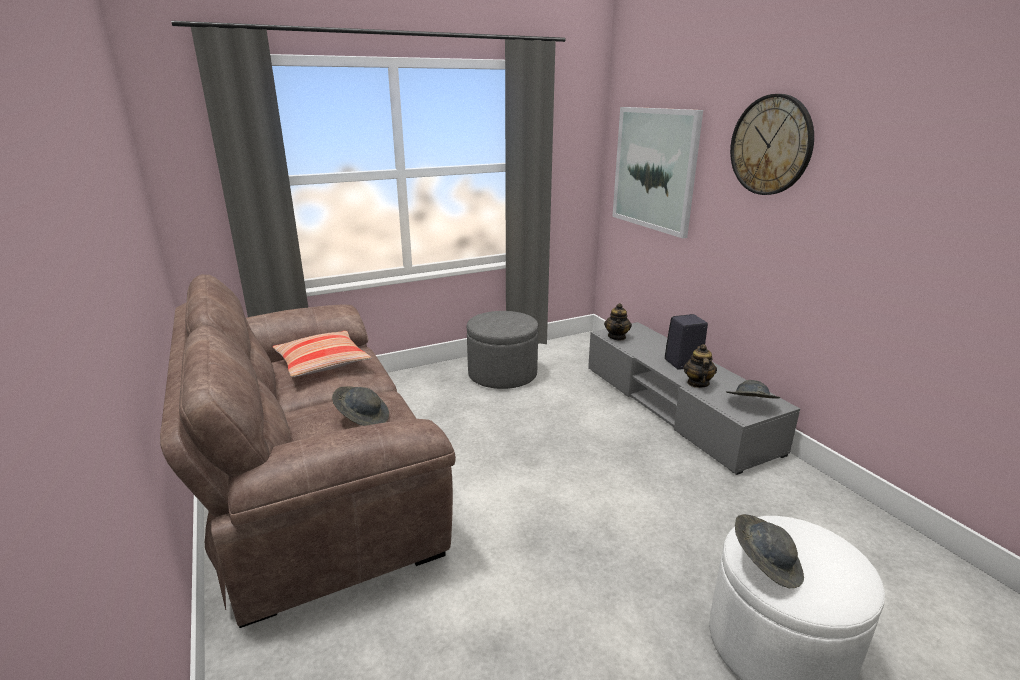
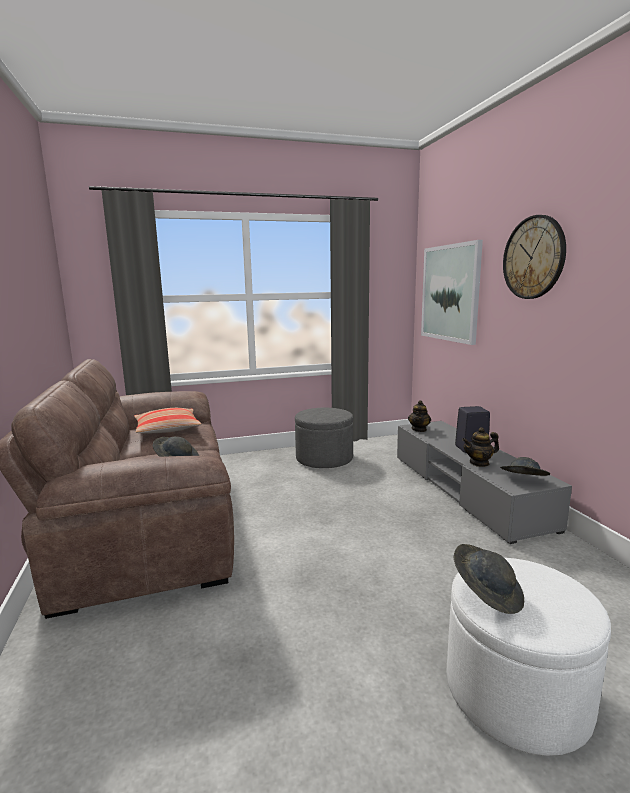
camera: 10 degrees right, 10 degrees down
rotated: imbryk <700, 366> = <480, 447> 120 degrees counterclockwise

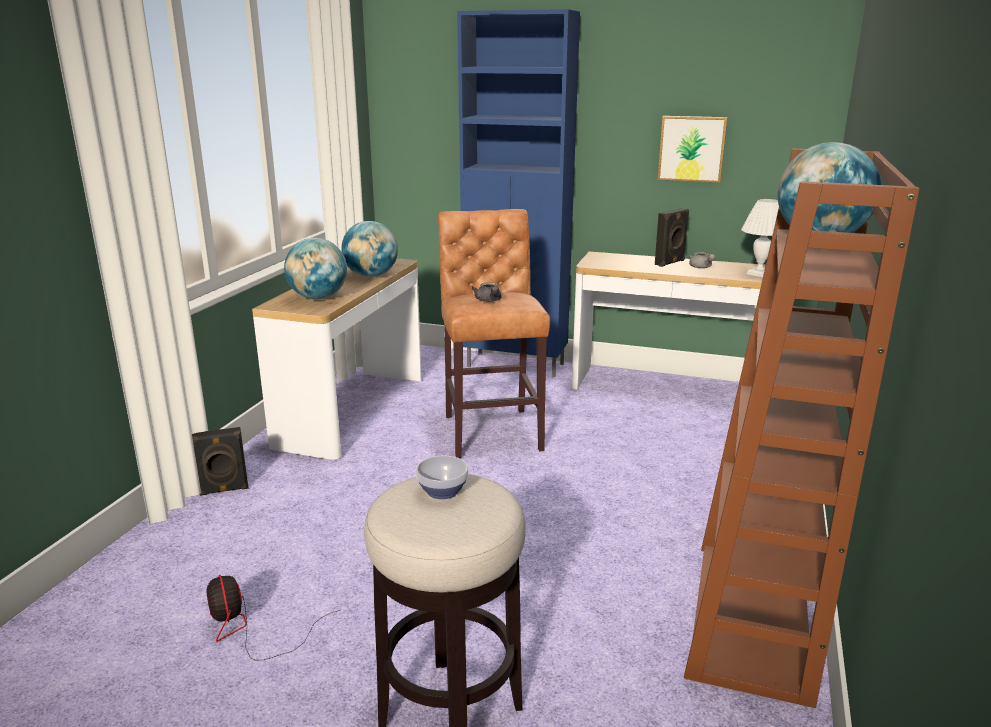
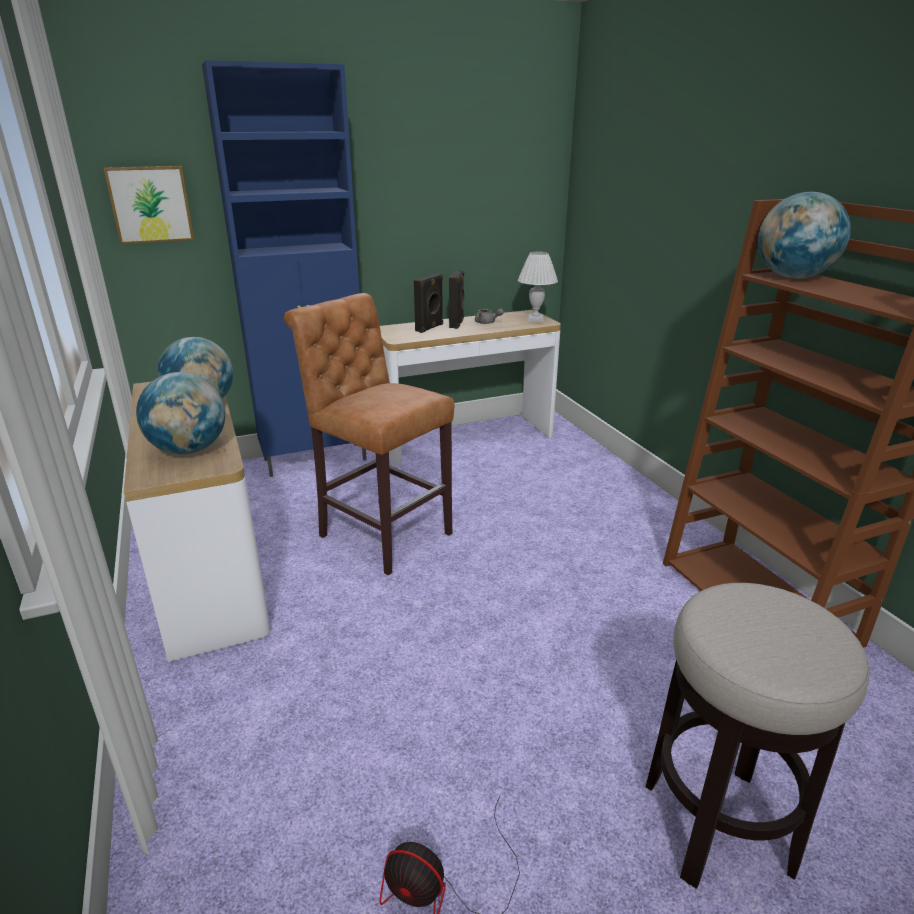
camera: 40 degrees left, 5 degrees up
gone: miska <442, 477>; imbryk/szary <487, 292>
shifted: głośnik/czarny <220, 461> to <428, 303>; obraz <693, 149> to <149, 205>

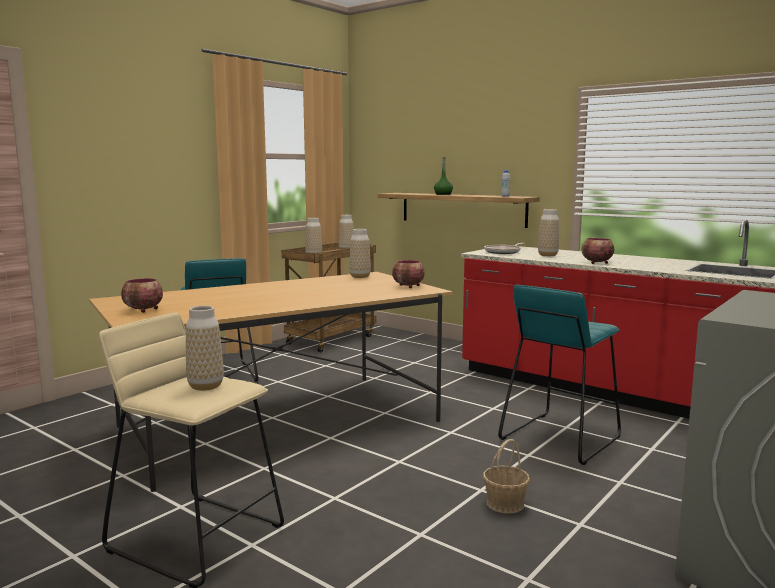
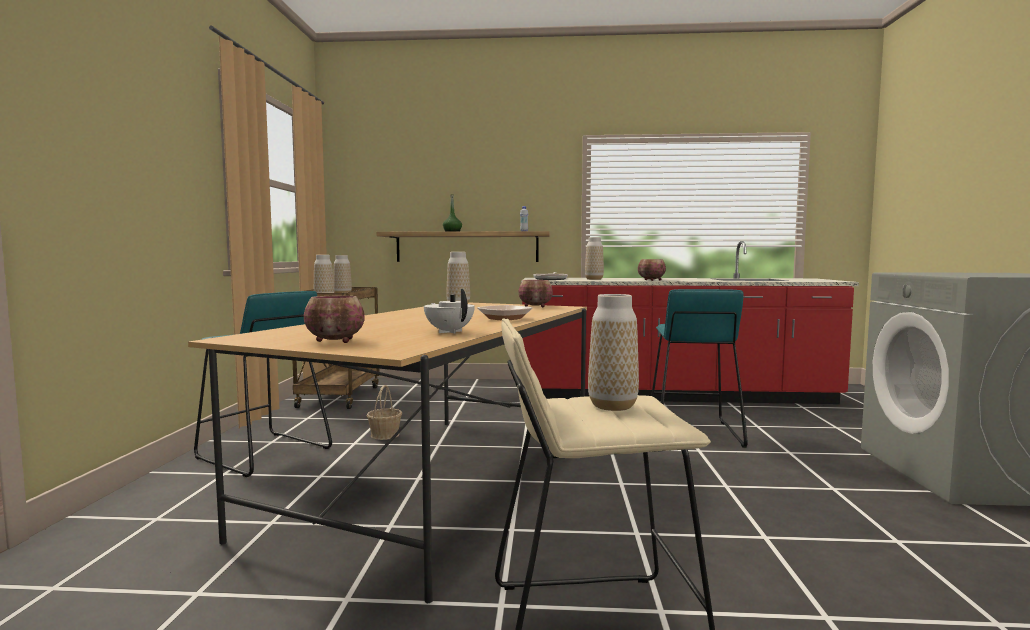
camera: 35 degrees left, 5 degrees down
new: imbryk/biały <449, 311>; miska <504, 313>
shifted: koszyk <506, 476> to <384, 412>

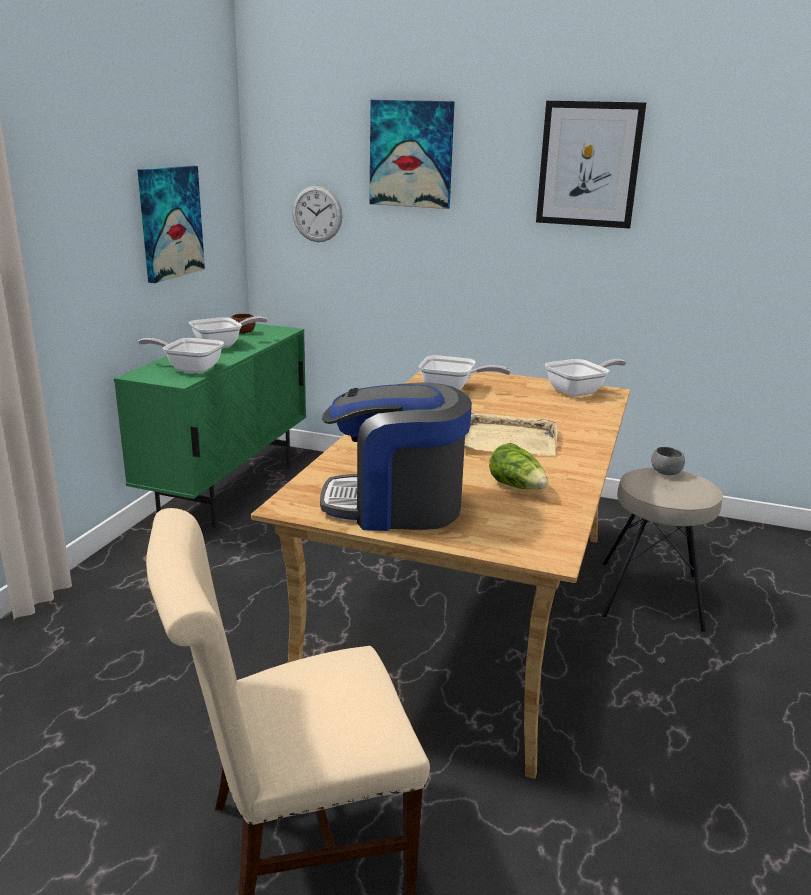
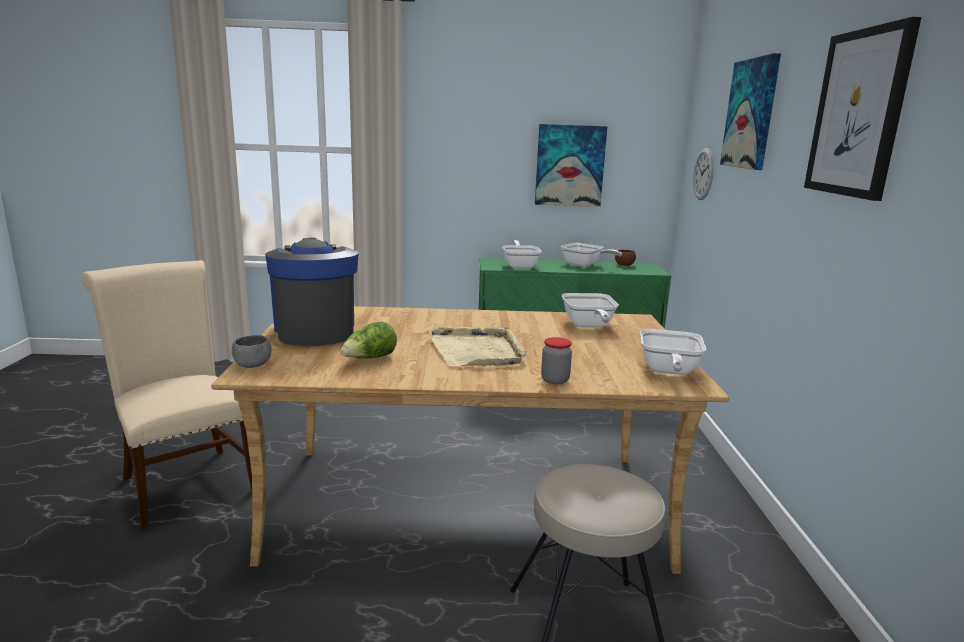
camera: 70 degrees right, 5 degrees down
new: słoik <556, 361>
shifted: miska/szary <668, 461> to <252, 351>
rotated: patelnia <586, 378> = <673, 352> 60 degrees clockwise

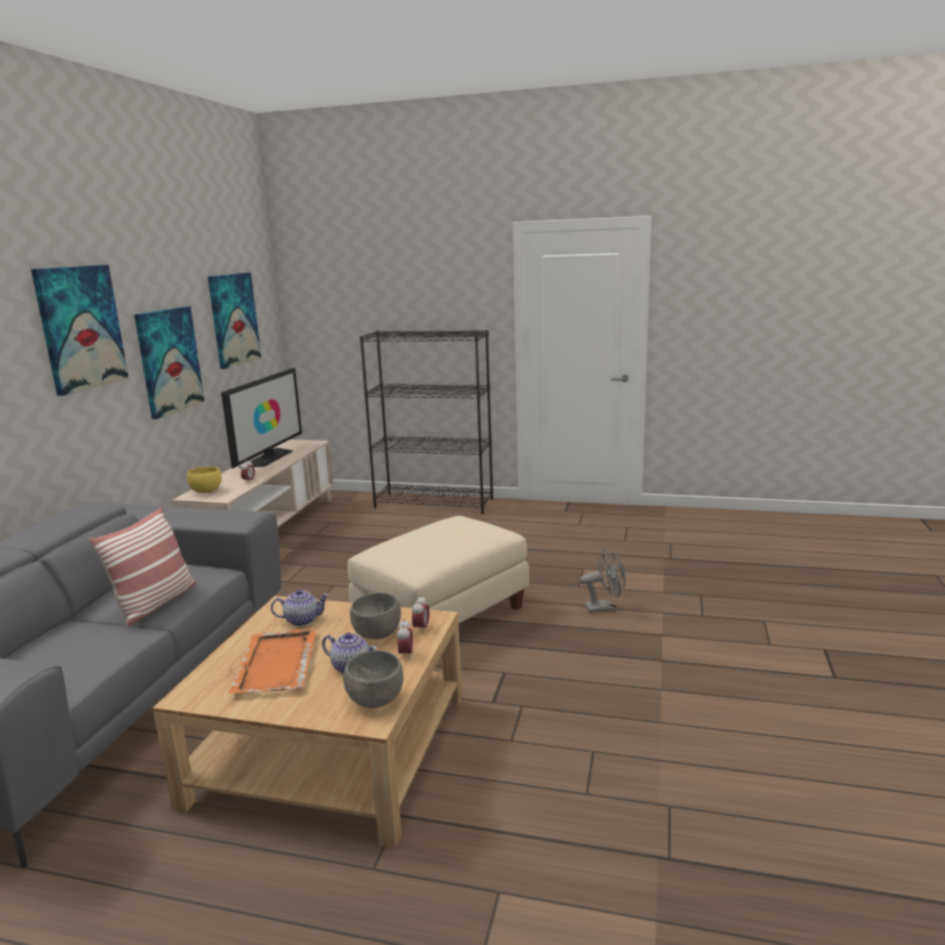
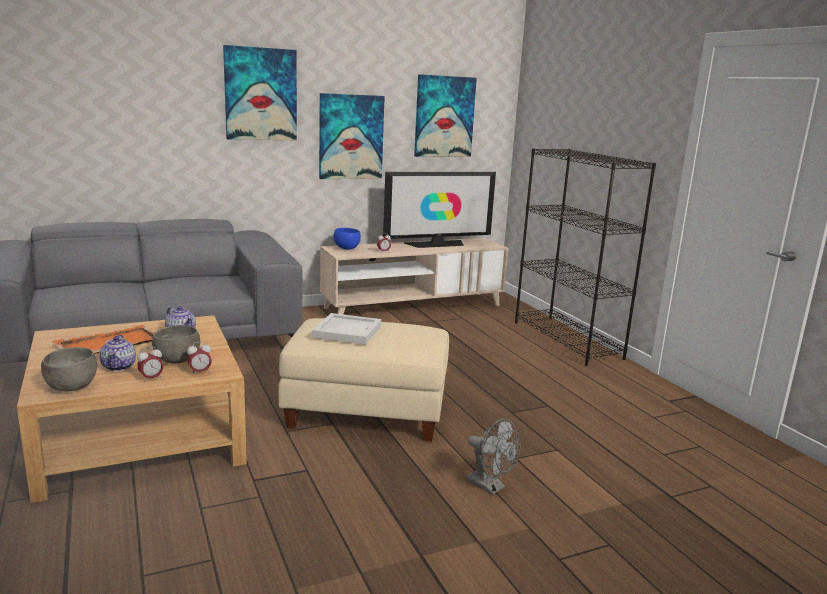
camera: 50 degrees right, 0 degrees up
gone: poduszka <142, 567>
new: taca/biały <346, 329>
repainted: miska/żółty <204, 480> to miska/niebieski <347, 239>

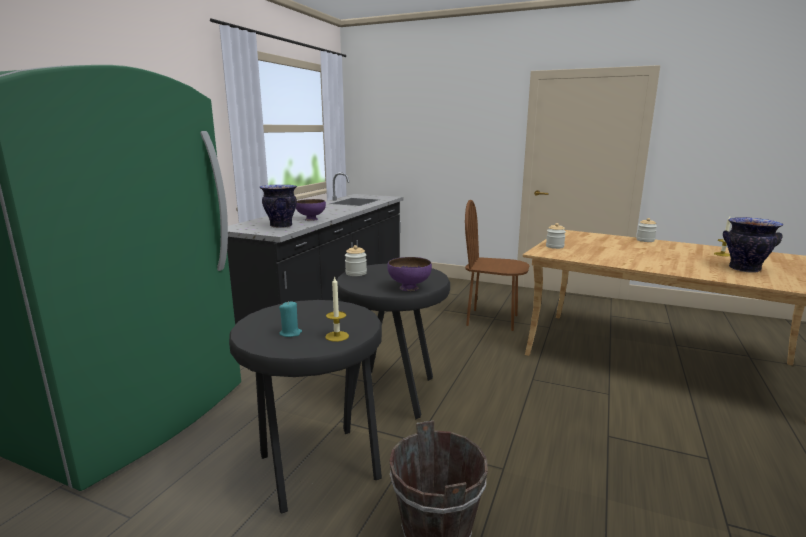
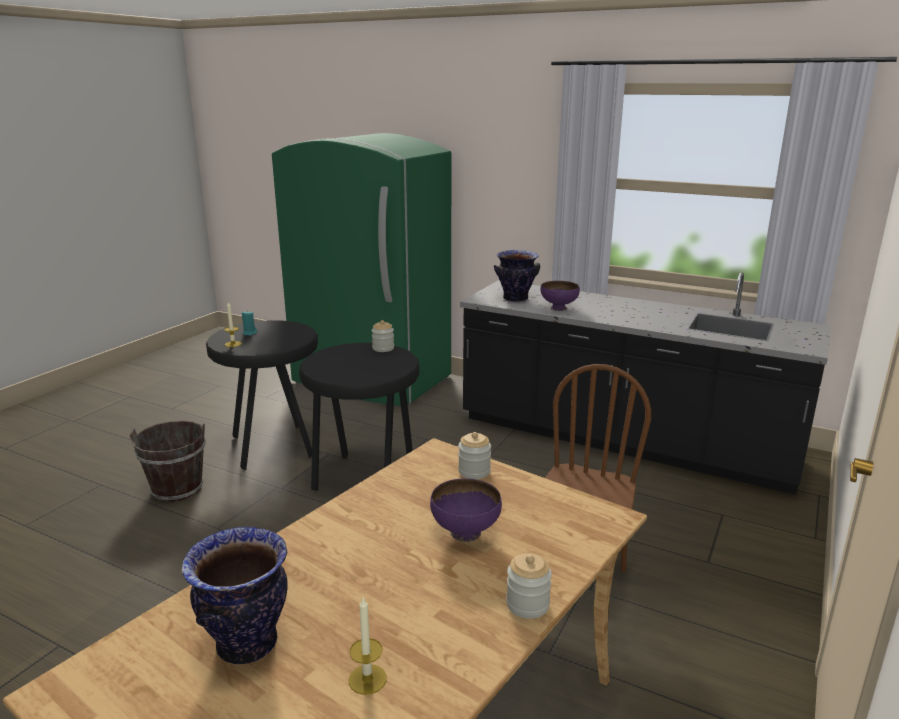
camera: 95 degrees right, 5 degrees up
shifted: miska/fioletowy <409, 274> to <466, 510>

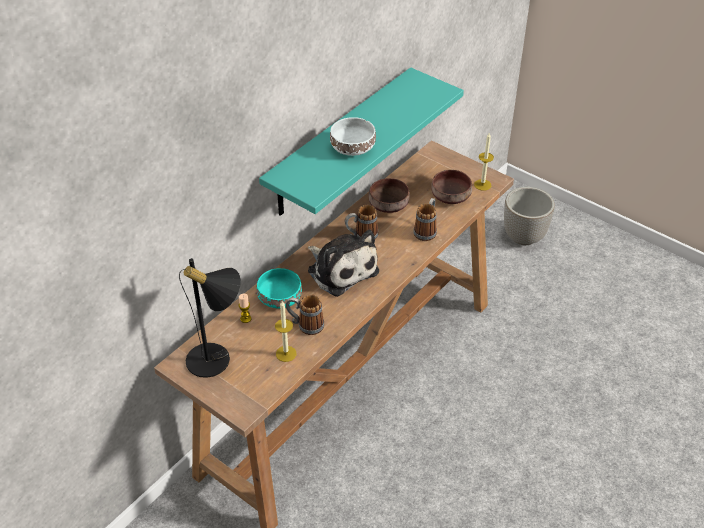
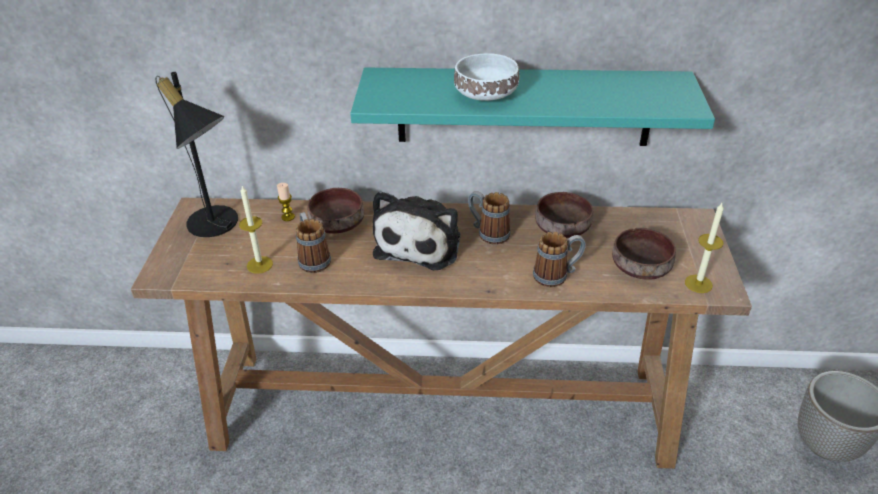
camera: 55 degrees right, 5 degrees down
repainted: miska/turkusowy <279, 288> to miska/brązowy <335, 211>

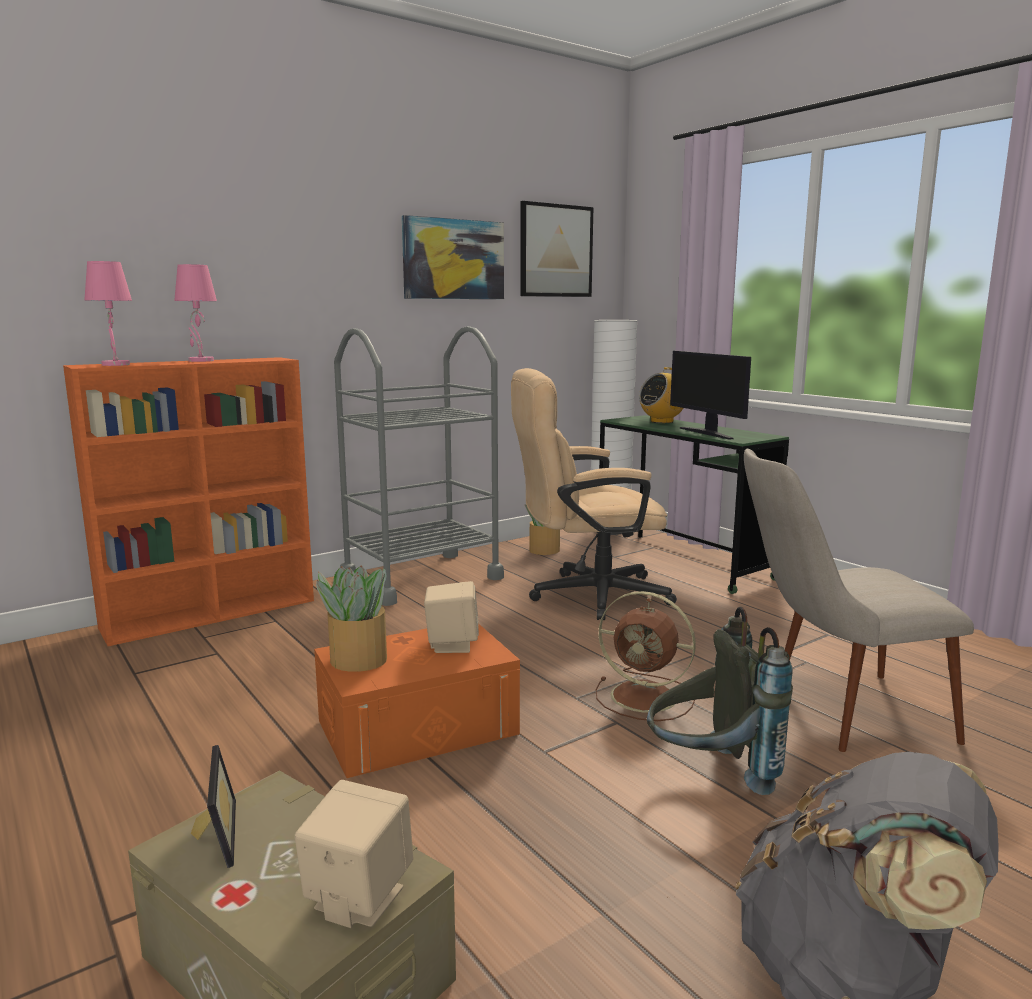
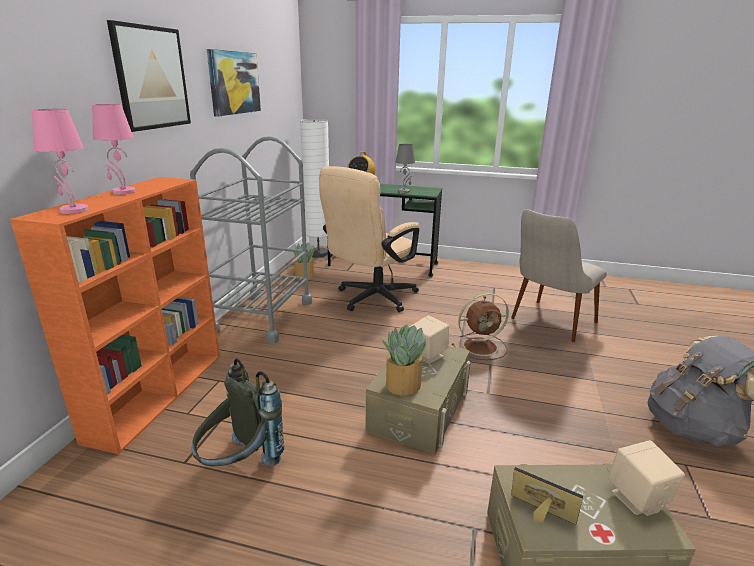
camera: 40 degrees left, 10 degrees up
shifted: obraz <556, 249> to <149, 76>; plecak/szary <720, 701> to <238, 412>
swapped: monitor <710, 395> to lampa stołowa/szary <405, 168>
repainted: pojemnik do przechowywania/pomarańczowy <417, 701> to pojemnik do przechowywania/beżowy <418, 400>

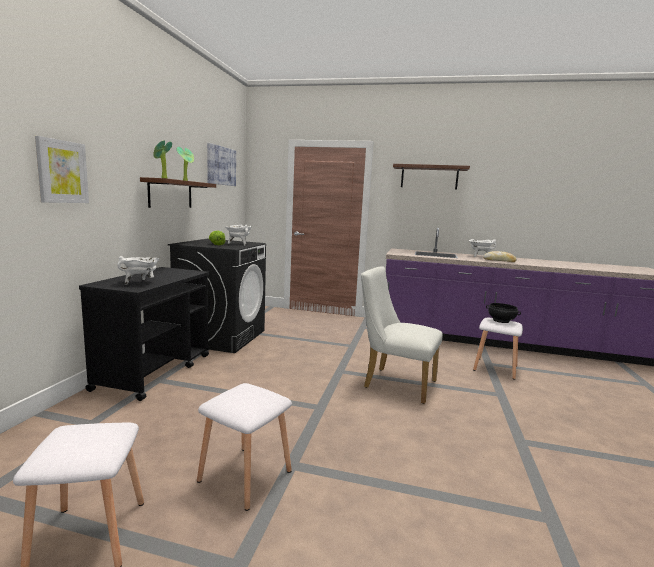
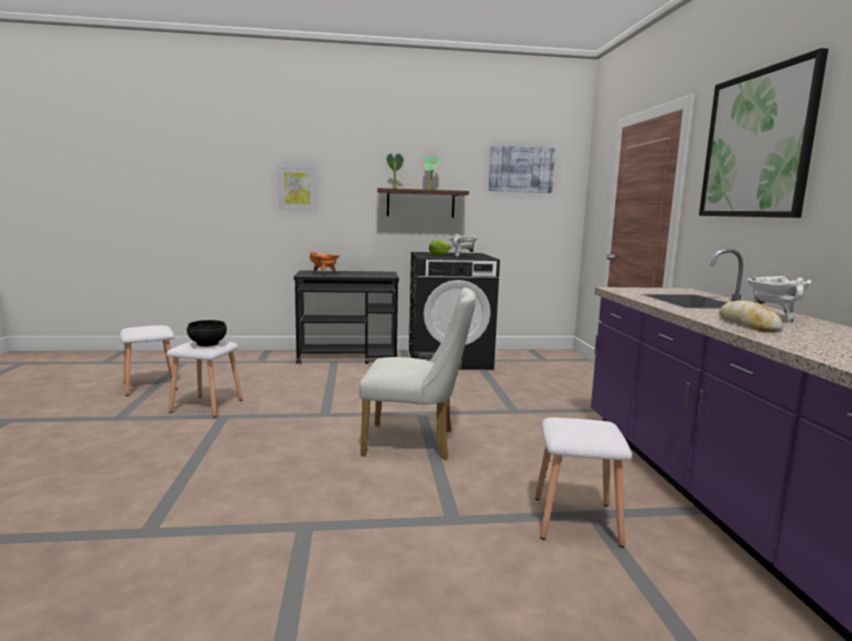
camera: 70 degrees right, 0 degrees up
shifted: miska/czarny <503, 313> to <207, 333>
swapped: półka/brązowy <431, 177> to obraz <763, 133>
repainted: garnek/biały <138, 270> to garnek/pomarańczowy <325, 262>
rotated: krzesło/biały <402, 335> = <417, 373> 90 degrees clockwise

